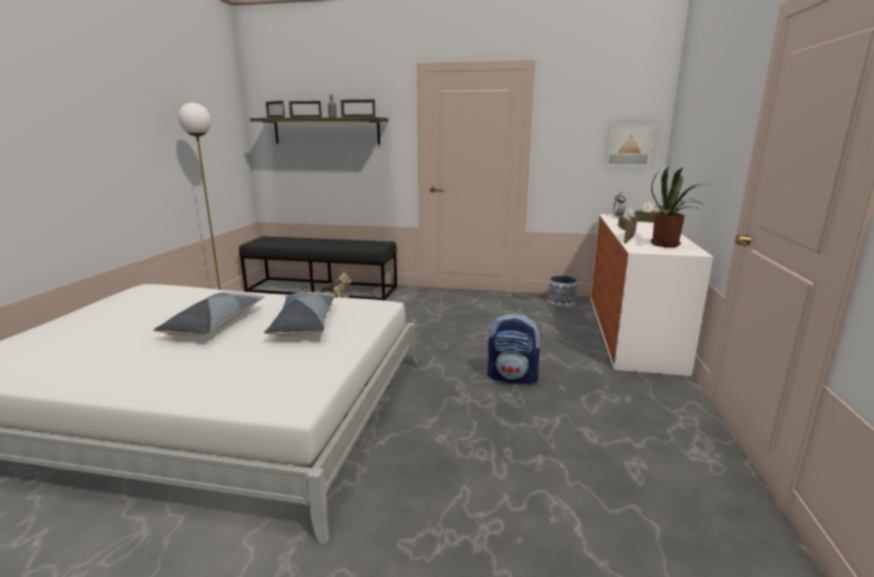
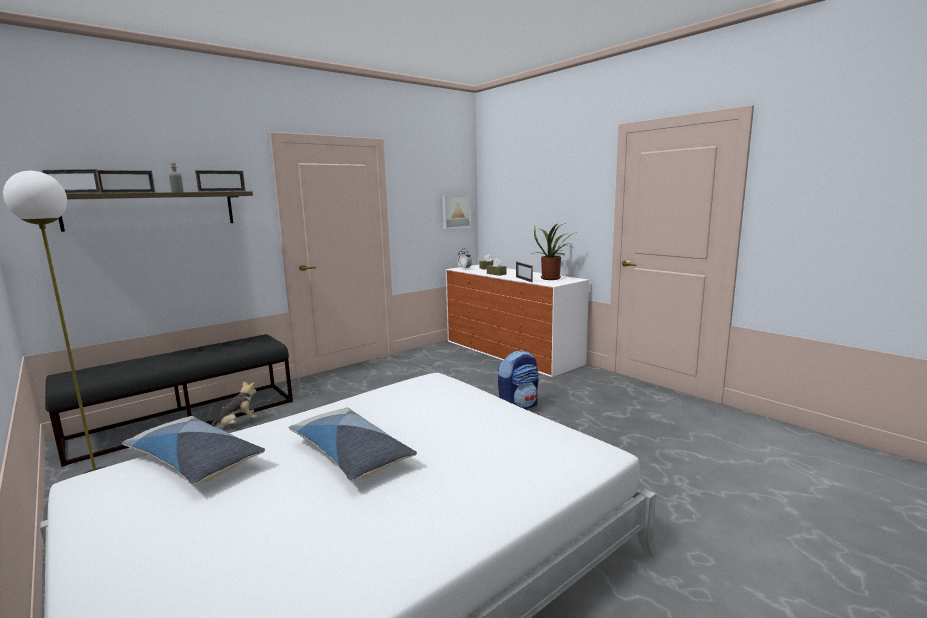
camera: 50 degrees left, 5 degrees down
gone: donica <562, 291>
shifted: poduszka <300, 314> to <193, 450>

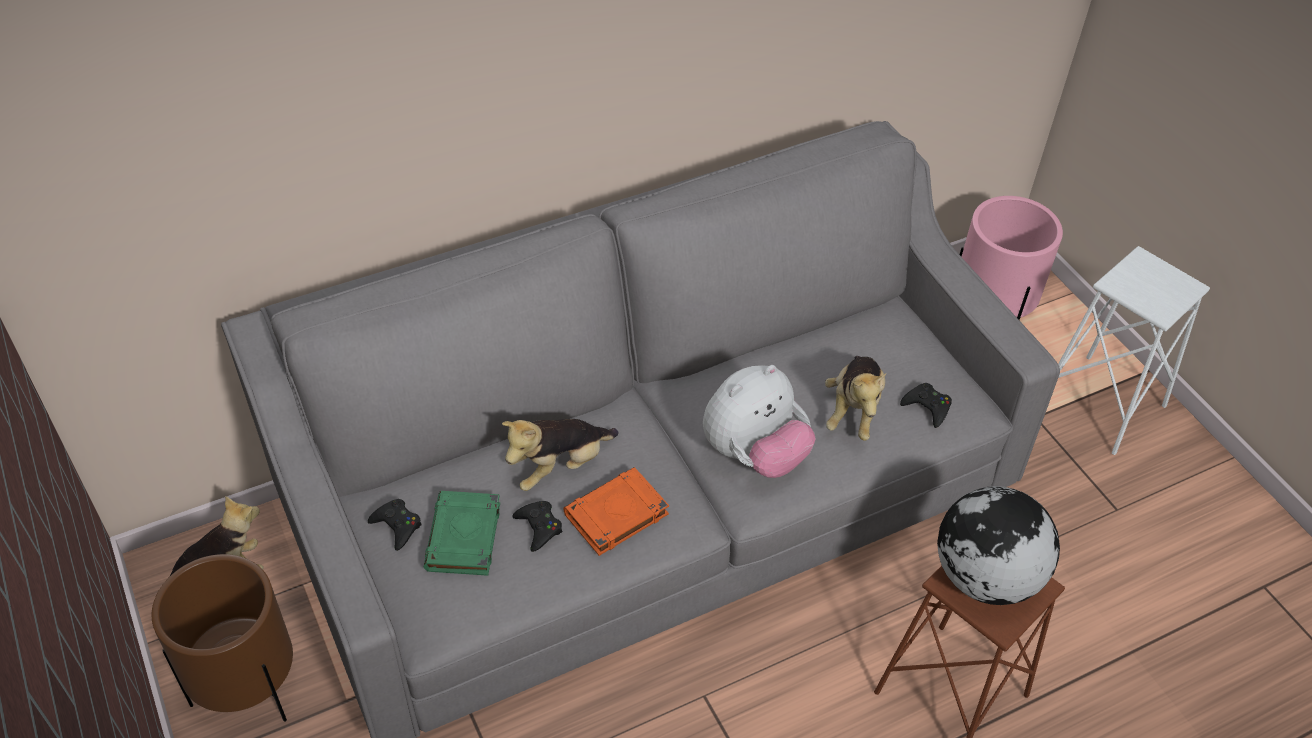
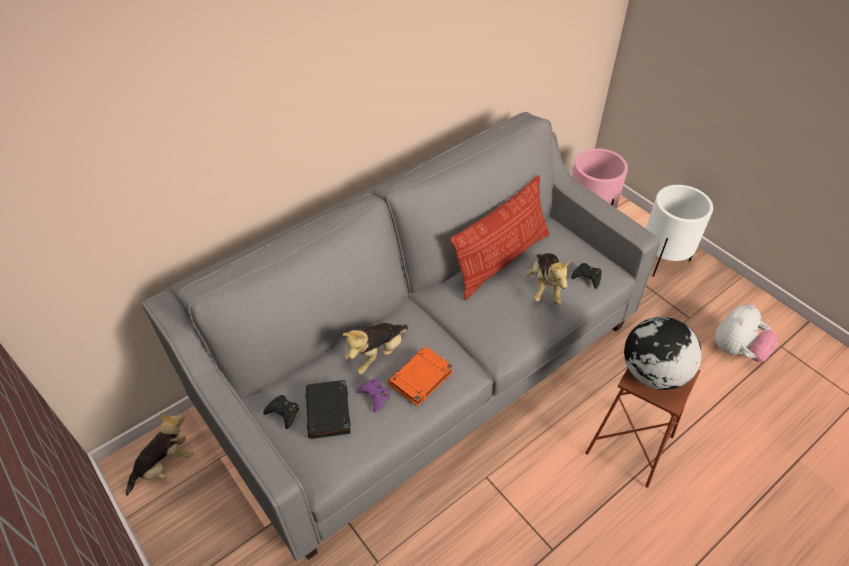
camera: 10 degrees left, 0 degrees up
gone: donica/brązowy <222, 638>
new: poduszka <500, 237>
shifted: pluszak <759, 421> to <746, 333>
swapped: stołek/biały <1134, 350> to donica/biały <679, 231>
repainted: książka/zielony <462, 533> to książka/czarny <328, 409>; pad do gier/czarny <537, 526> to pad do gier/fioletowy <373, 395>

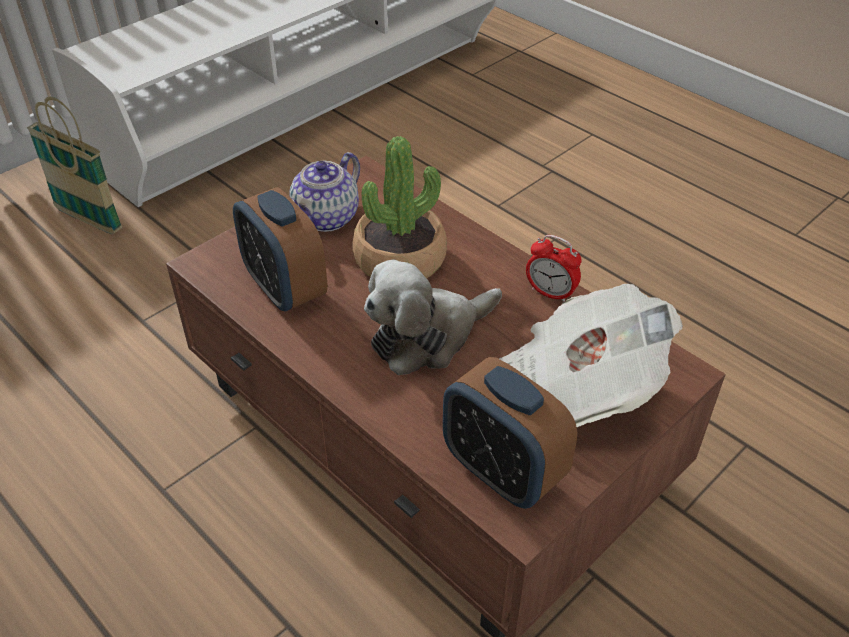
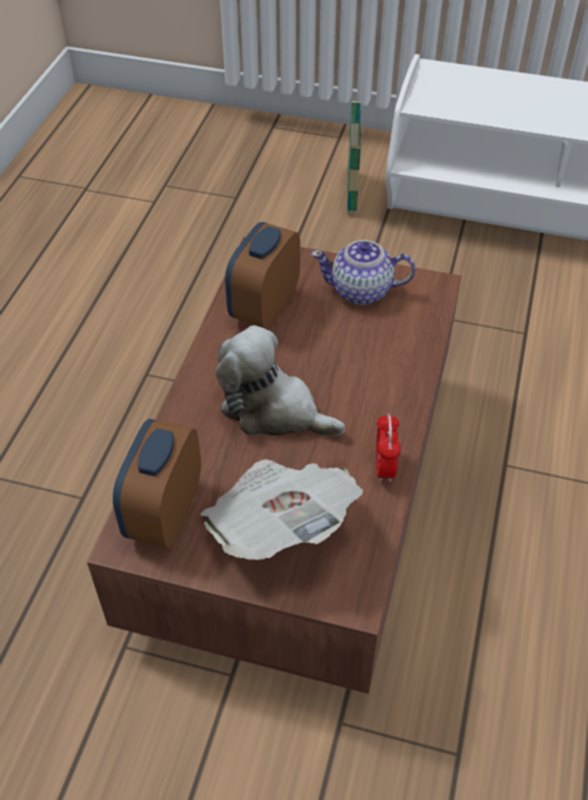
camera: 60 degrees right, 5 degrees up
gone: roślina doniczkowa <399, 207>

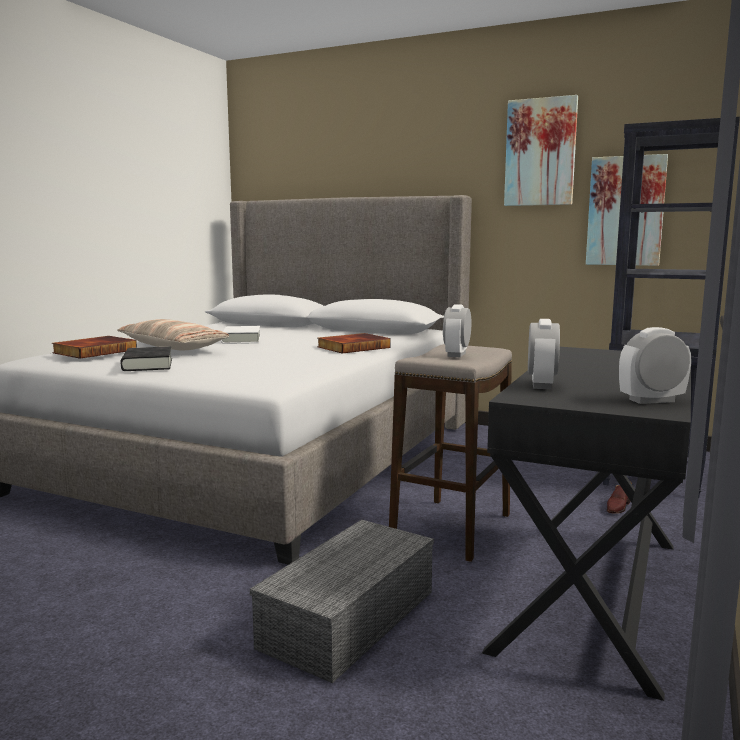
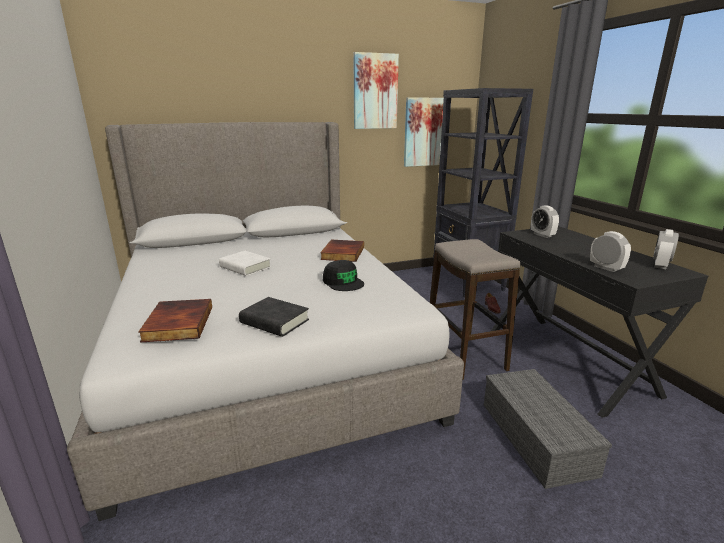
camera: 45 degrees left, 10 degrees up
gone: poduszka <173, 334>
new: czapka z daszkiem/czarny <343, 275>
shifted: budzik <457, 330> to <545, 221>

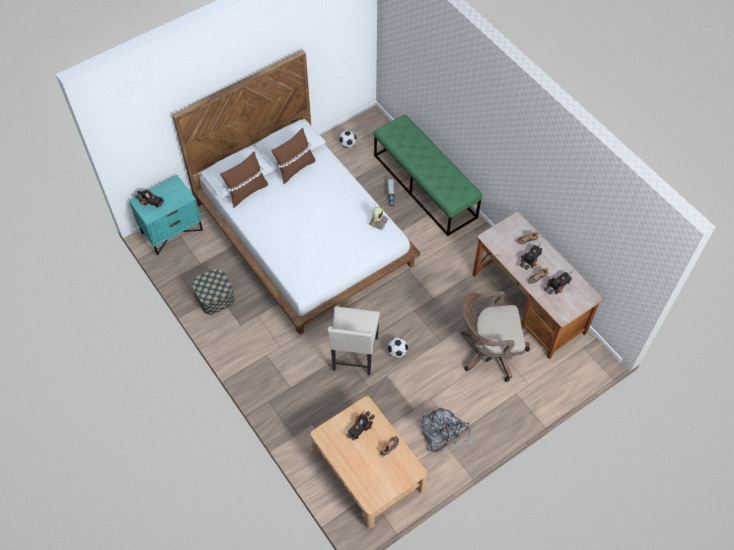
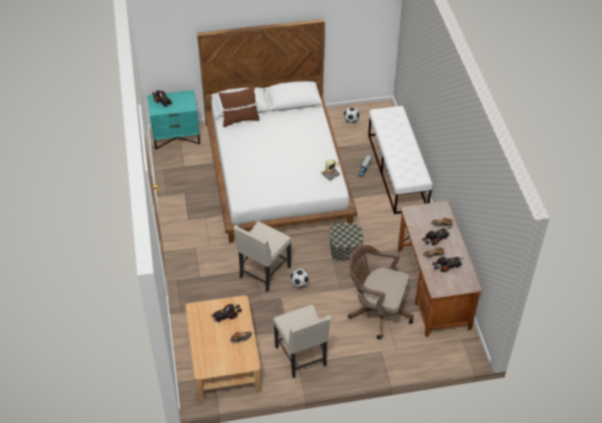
camera: 25 degrees right, 10 degrees down
gone: poduszka/brązowy <293, 156>
shifted: pojemnik do przechowywania <213, 292> to <346, 242>
swapped: plecak/szary <447, 430> to krzesło/beżowy <302, 341>
repainted: ławka/zielony <428, 175> to ławka/biały <400, 160>

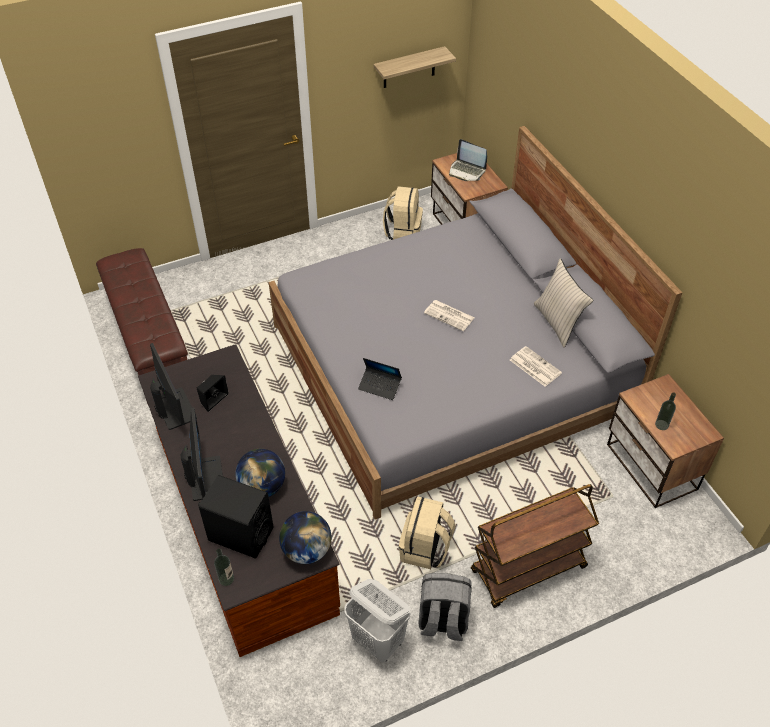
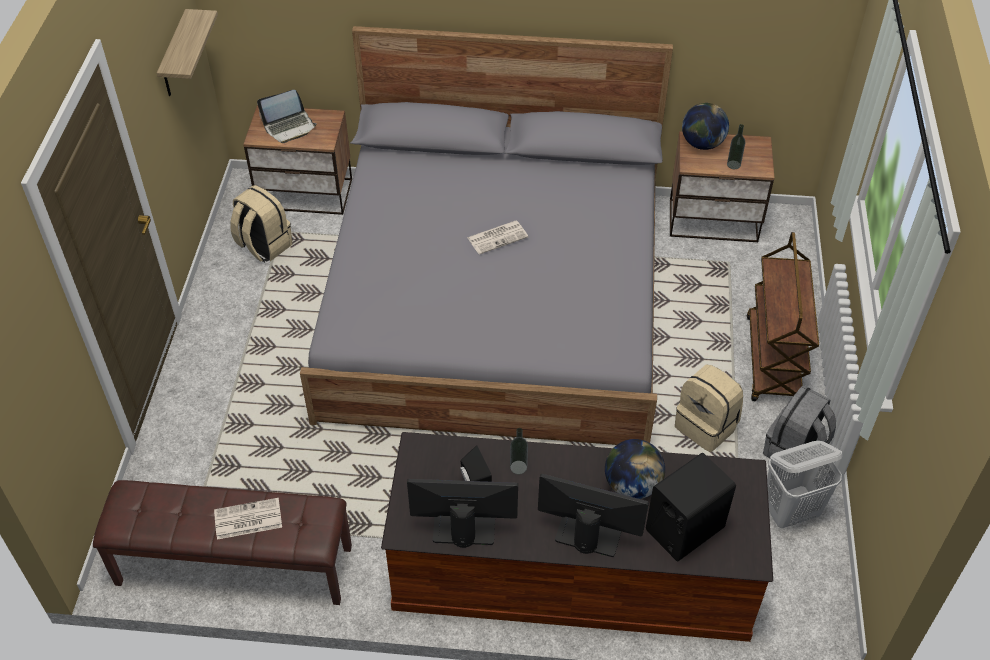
camera: 60 degrees left, 0 degrees up
gone: laptop <380, 379>; poduszka/beżowy <563, 303>
shifted: butelka <224, 567> to <519, 451>; globus <305, 537> to <705, 126>; gazeta <536, 366> to <248, 519>

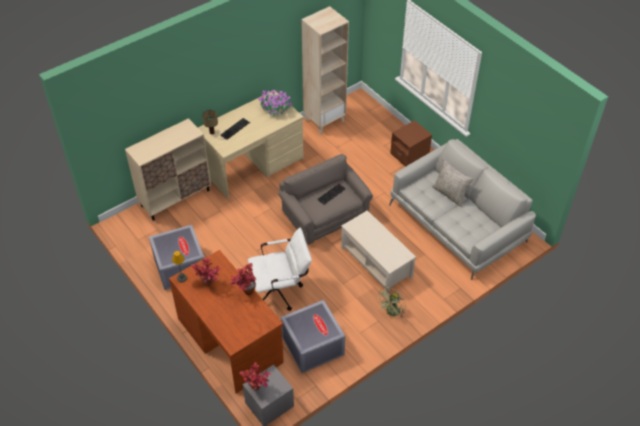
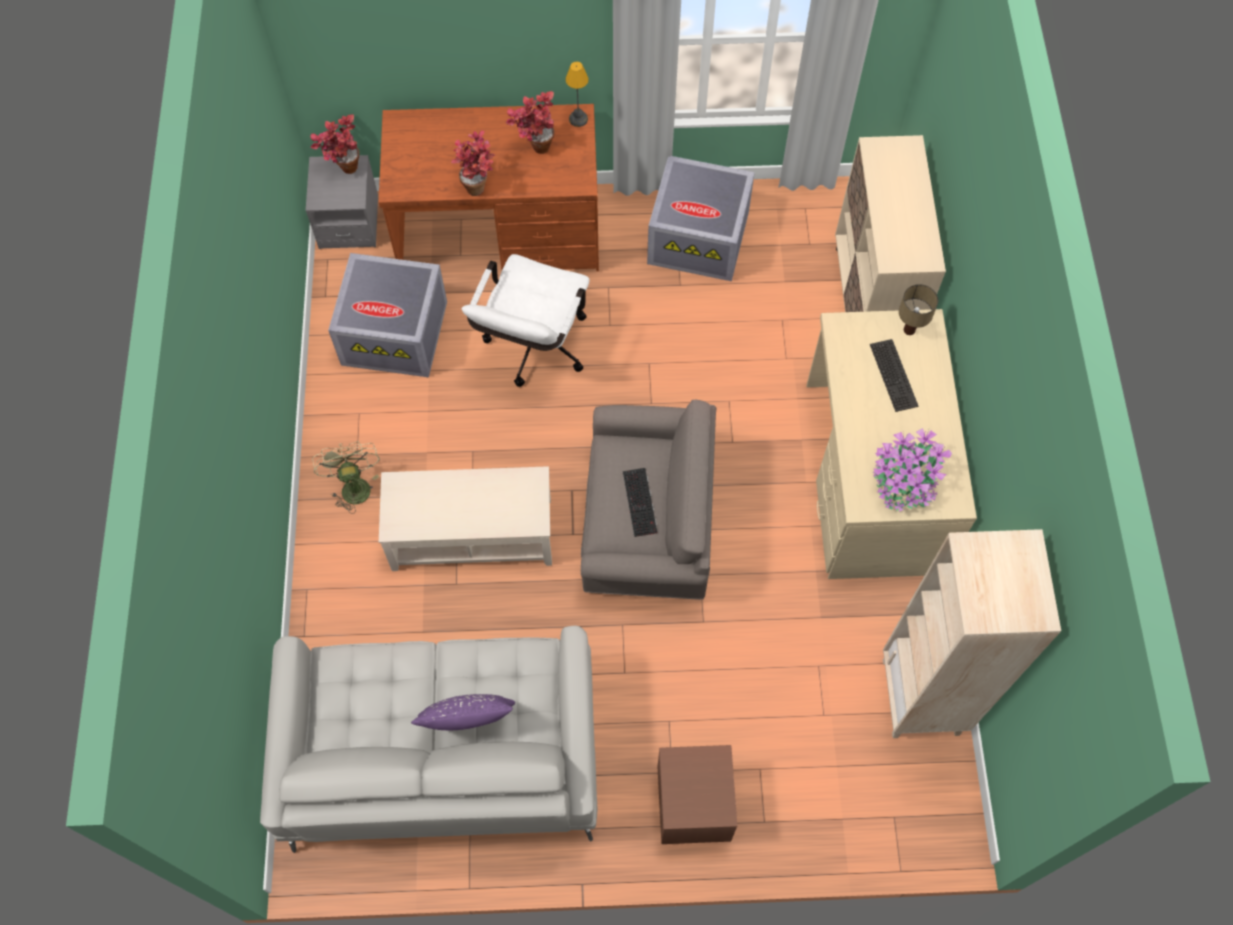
camera: 125 degrees right, 15 degrees up
repainted: poduszka/szary <452, 183> to poduszka/fioletowy <463, 712>

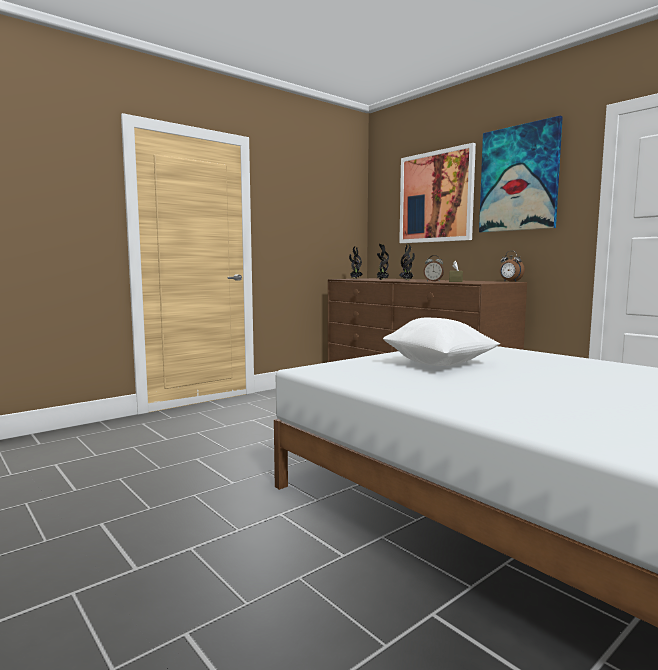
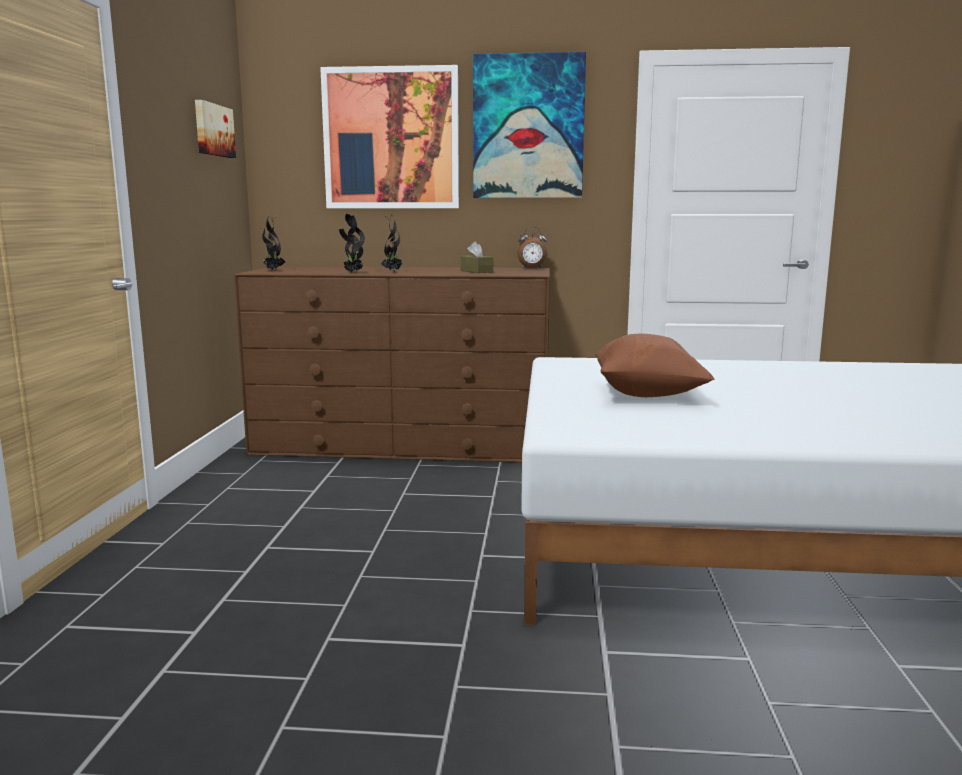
camera: 45 degrees left, 5 degrees up
gone: budzik <433, 268>
new: obraz <215, 129>
repainted: poduszka/biały <441, 342> to poduszka/brązowy <654, 365>

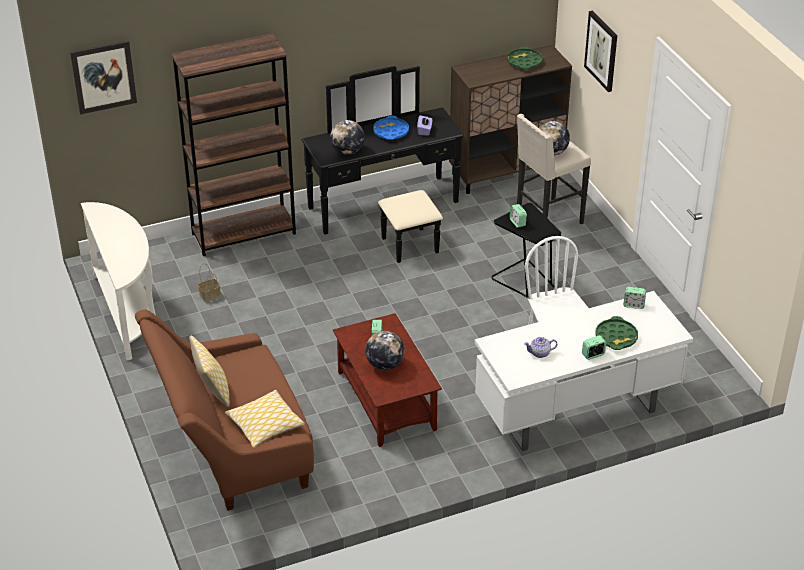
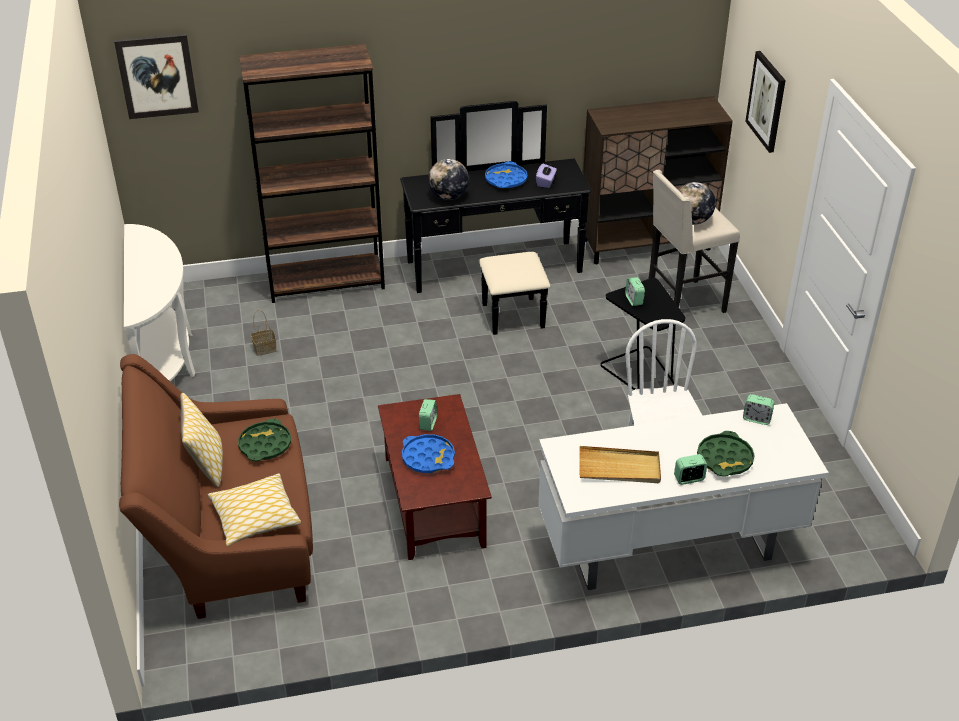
camera: 10 degrees right, 0 degrees up
shifted: taca/zielony <525, 58> to <264, 439>
swapped: globus <385, 350> to taca/niebieski <428, 453>; imbryk <540, 347> to taca/beżowy <620, 464>

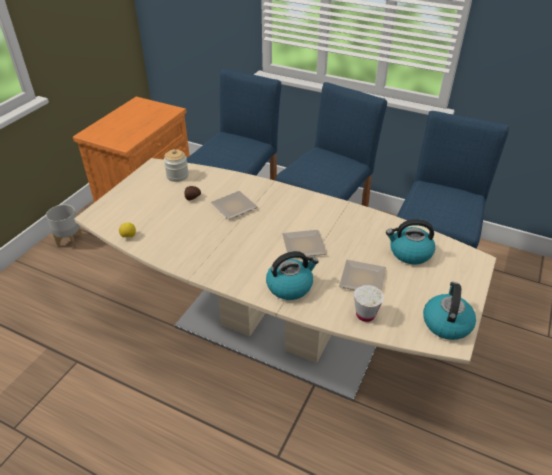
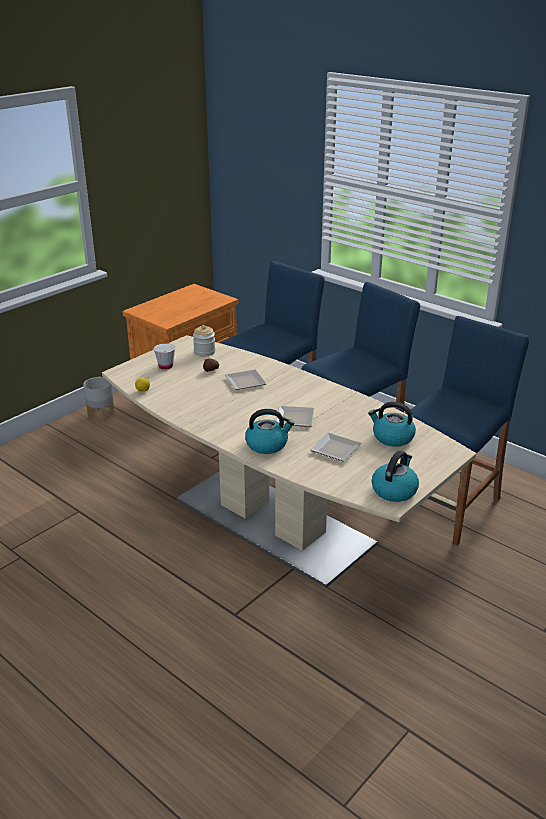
camera: 15 degrees right, 10 degrees down
shifted: filiżanka/biały <369, 303> to <164, 356>

